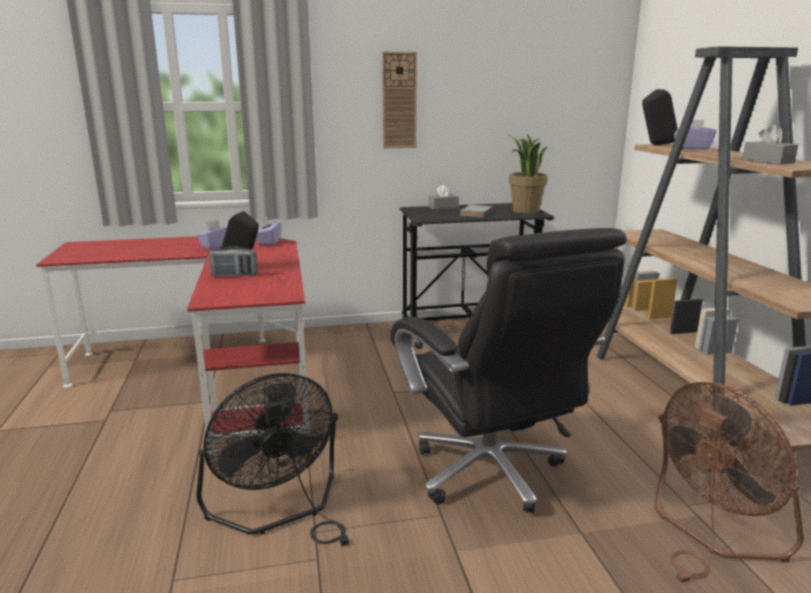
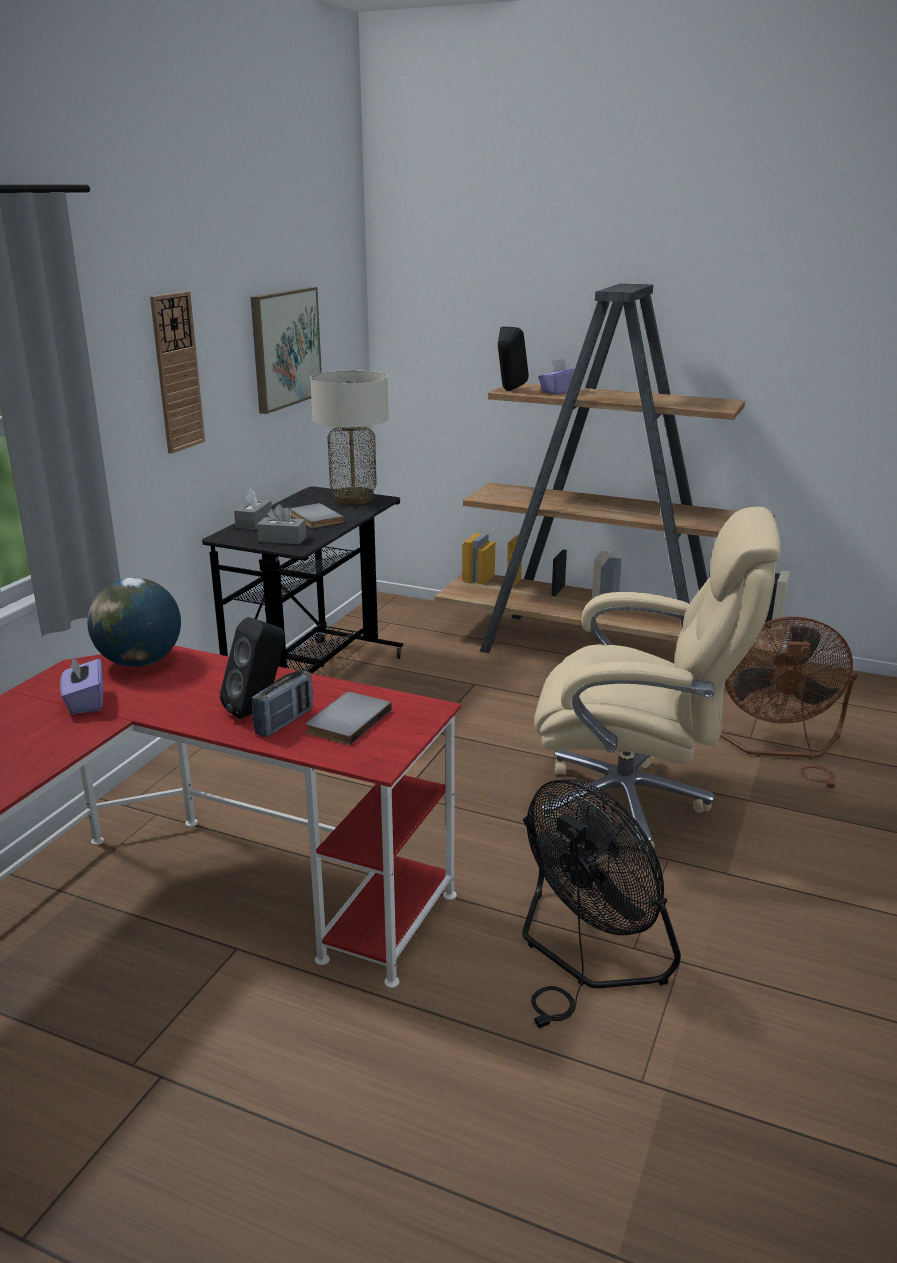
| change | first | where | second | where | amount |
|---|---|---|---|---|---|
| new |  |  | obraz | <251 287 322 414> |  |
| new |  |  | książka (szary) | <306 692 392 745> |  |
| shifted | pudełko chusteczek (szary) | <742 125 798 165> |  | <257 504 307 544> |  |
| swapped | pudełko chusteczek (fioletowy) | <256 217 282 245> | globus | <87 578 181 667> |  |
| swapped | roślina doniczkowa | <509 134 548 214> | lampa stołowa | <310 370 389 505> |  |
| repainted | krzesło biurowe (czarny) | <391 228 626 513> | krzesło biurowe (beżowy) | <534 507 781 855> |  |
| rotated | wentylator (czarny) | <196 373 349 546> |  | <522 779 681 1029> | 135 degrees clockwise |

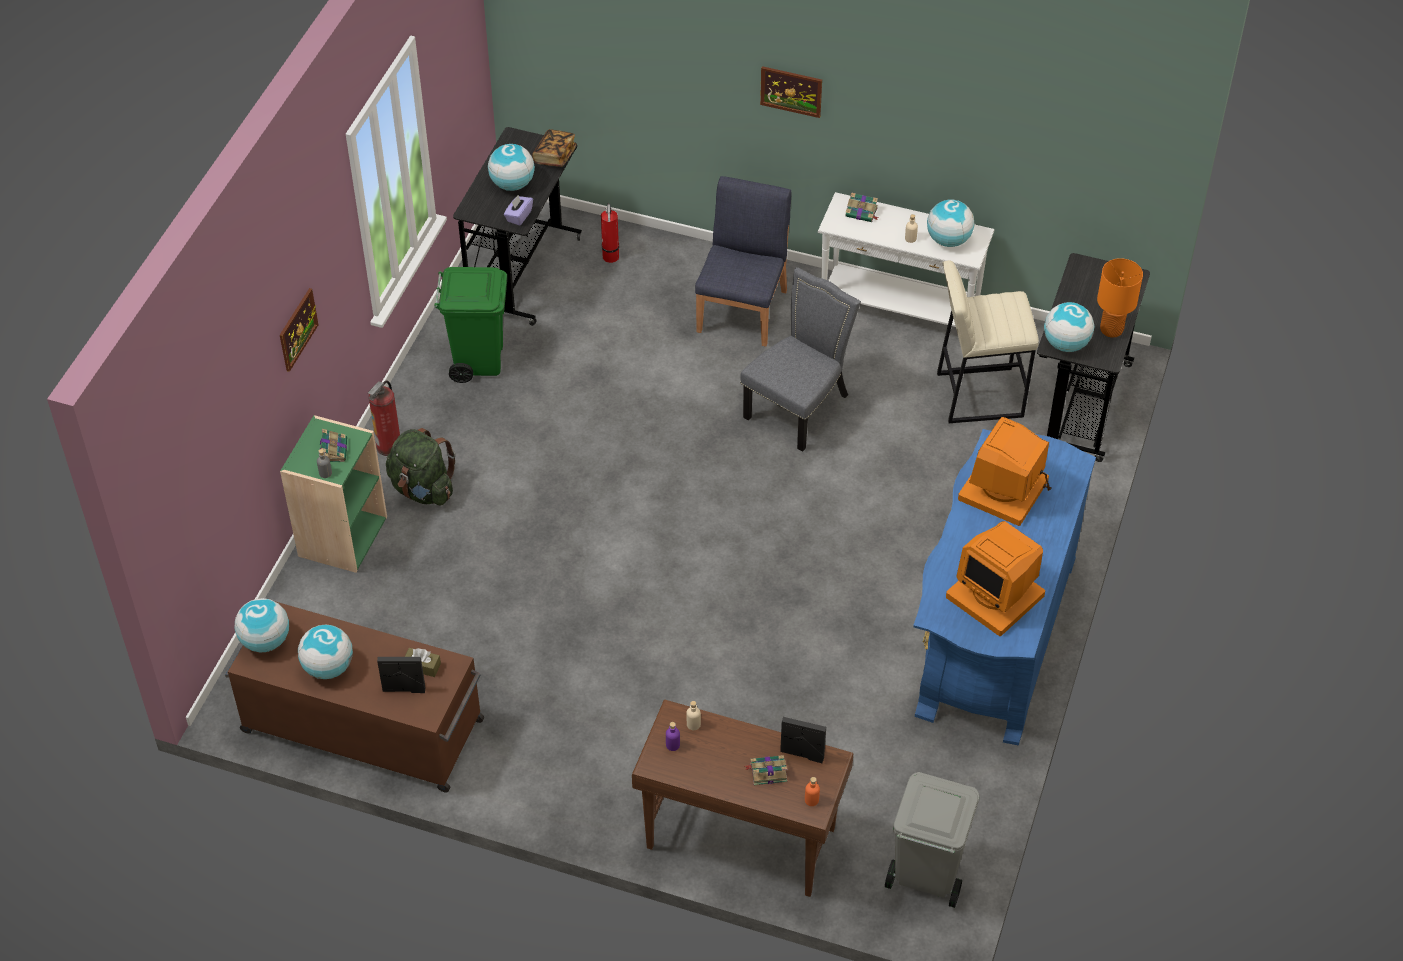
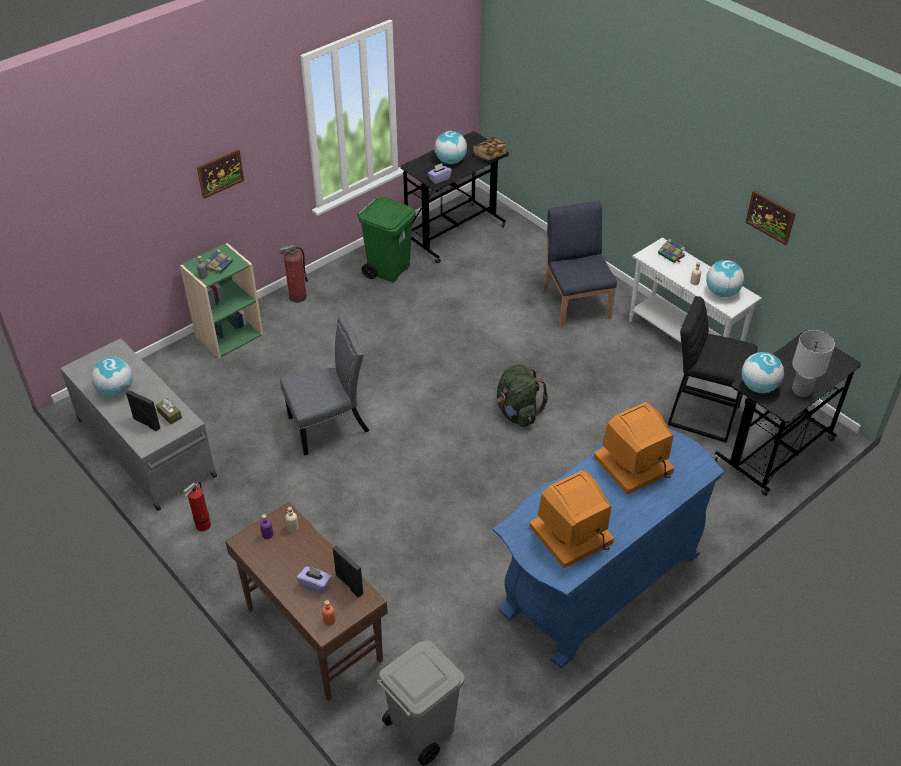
| change | first | where | second | where | amount |
|---|---|---|---|---|---|
| gone | globus | <235 598 289 652> |  |  |  |
| shifted | plecak (zielony) | <386 428 456 506> |  | <497 364 548 427> |  |
| shifted | gaśnica | <601 203 619 263> |  | <183 482 211 531> |  |
| shifted | krzesło (szary) | <740 267 861 452> |  | <280 315 369 456> |  |
| shifted | obraz | <760 66 822 118> |  | <745 190 796 245> |  |
| swapped | książka | <745 755 788 786> | pudełko chusteczek (fioletowy) | <297 566 332 594> |  |
| repainted | szafka (brązowy) | <225 601 484 792> | szafka (szary) | <60 338 217 511> |  |
| repainted | stołek (beżowy) | <937 260 1039 423> | stołek (czarny) | <668 296 758 443> |  |
| repainted | lampa stołowa (pomarańczowy) | <1097 258 1143 338> | lampa stołowa (szary) | <792 330 835 397> |  |
| rotated | krzesło (niebieski) | <695 176 792 347> |  | <543 201 617 327> | 60 degrees counterclockwise |
| rotated | monitor | <946 521 1045 636> |  | <530 470 614 568> | 75 degrees clockwise |

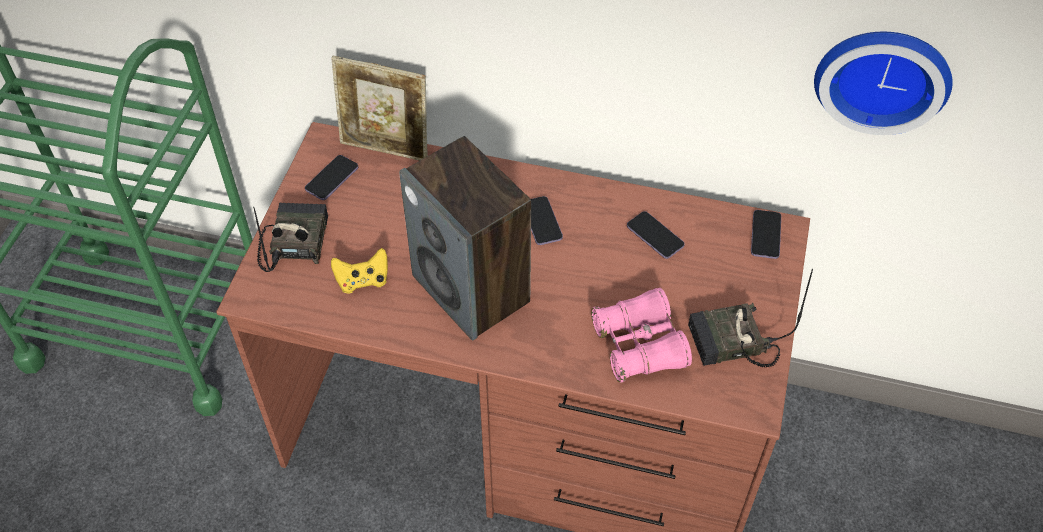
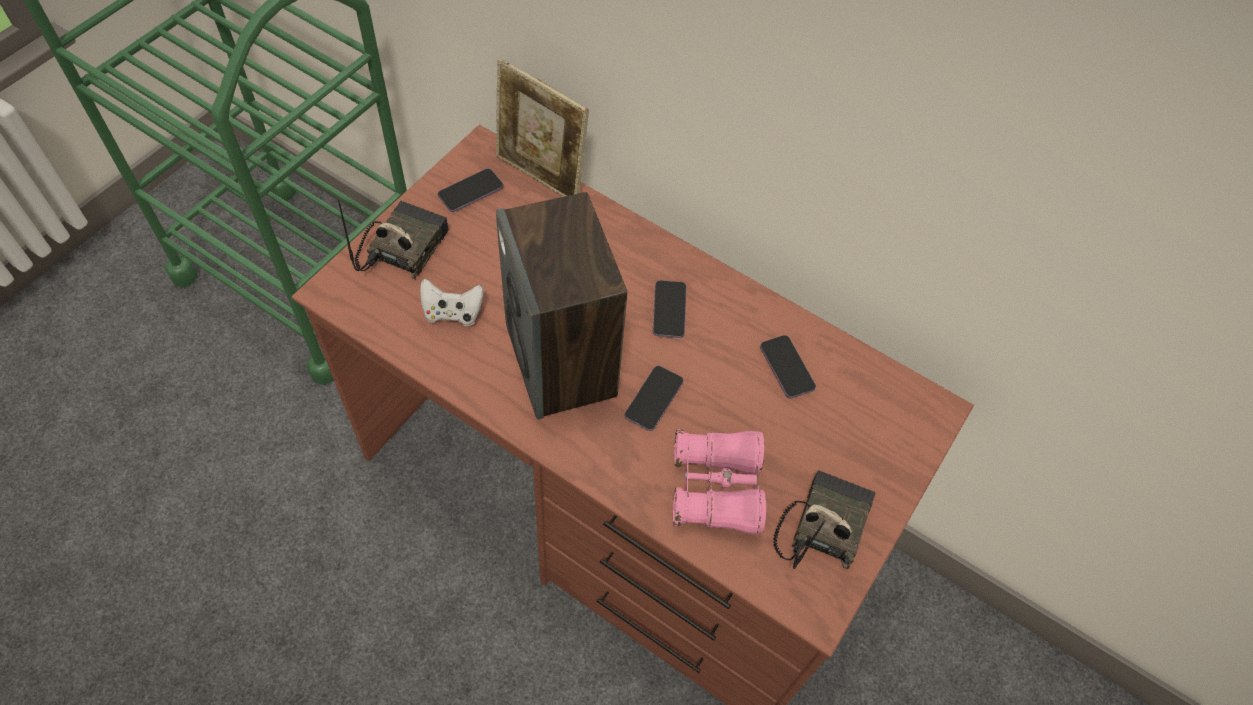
| change | first | where | second | where | amount |
|---|---|---|---|---|---|
| gone | zegar ścienny | <814 32 953 135> |  |  |  |
| shifted | telefon | <751 210 781 259> |  | <624 366 684 431> |  |
| repainted | pad do gier (żółty) | <331 248 388 294> | pad do gier (biały) | <420 279 483 326> |  |
| rotated | radio | <688 269 813 368> |  | <773 470 876 569> | 105 degrees clockwise |

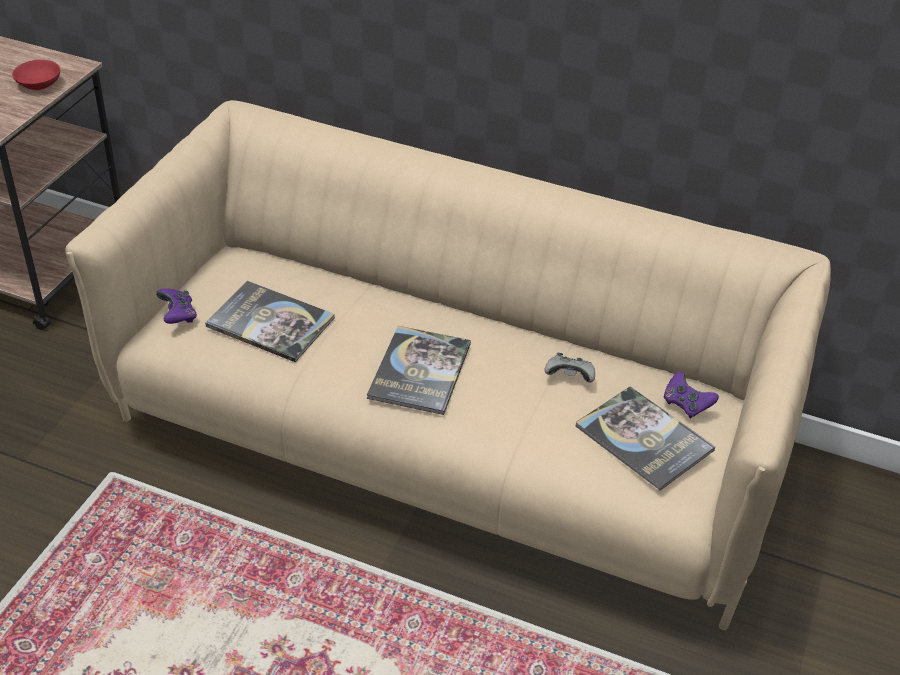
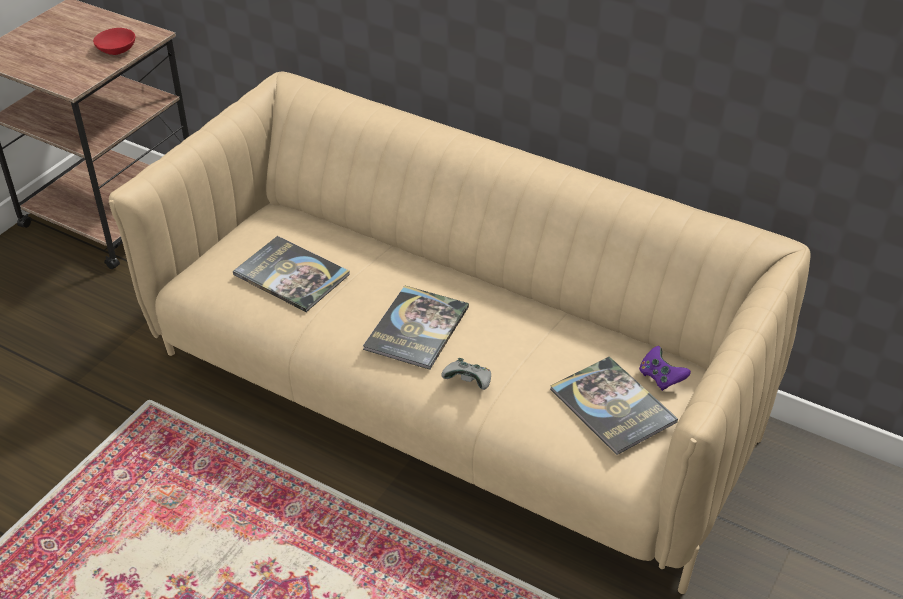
| change | first | where | second | where | amount |
|---|---|---|---|---|---|
| gone | pad do gier (fioletowy) | <156 289 197 324> |  |  |  |
| shifted | pad do gier (szary) | <545 353 595 383> |  | <441 358 491 390> |  |

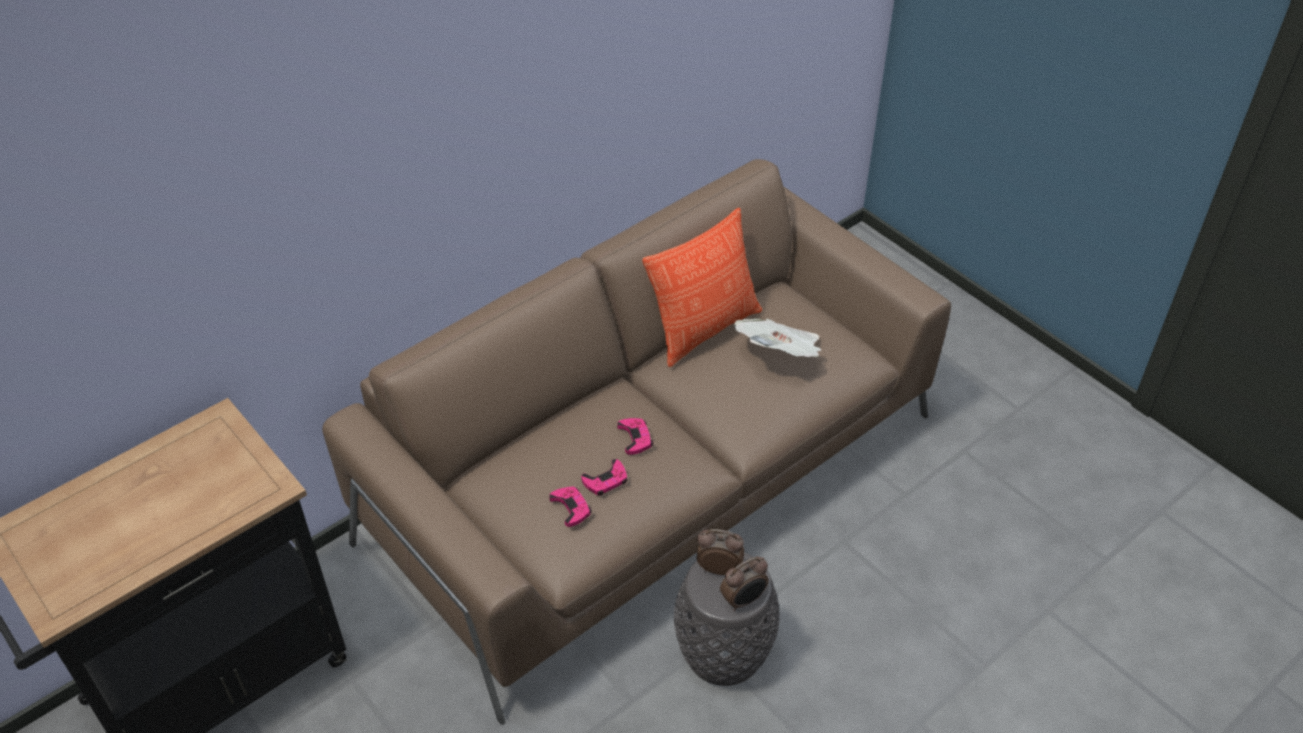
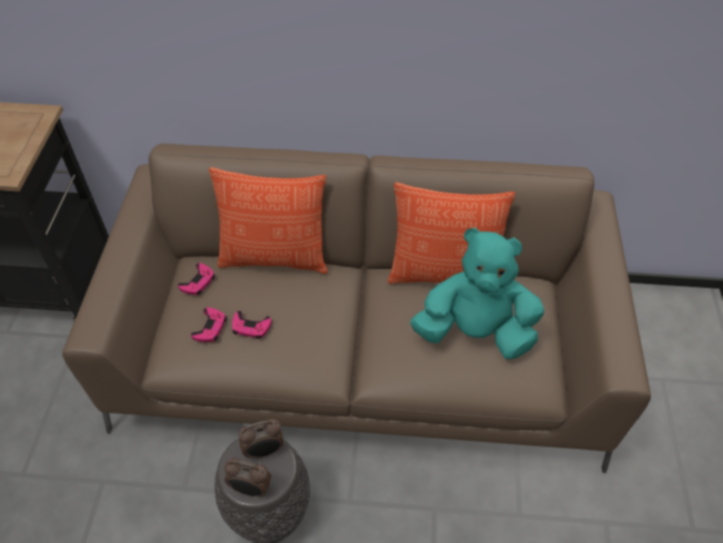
| change | first | where | second | where | amount |
|---|---|---|---|---|---|
| new |  |  | poduszka (pomarańczowy) | <209 167 328 274> |  |
| shifted | pad do gier (różowy) | <617 418 653 455> |  | <178 263 215 295> |  |
| swapped | gazeta | <734 319 821 357> | pluszak (turkusowy) | <410 228 544 359> |  |
| rotated | budzik | <697 529 744 575> |  | <238 419 283 459> | 105 degrees clockwise |

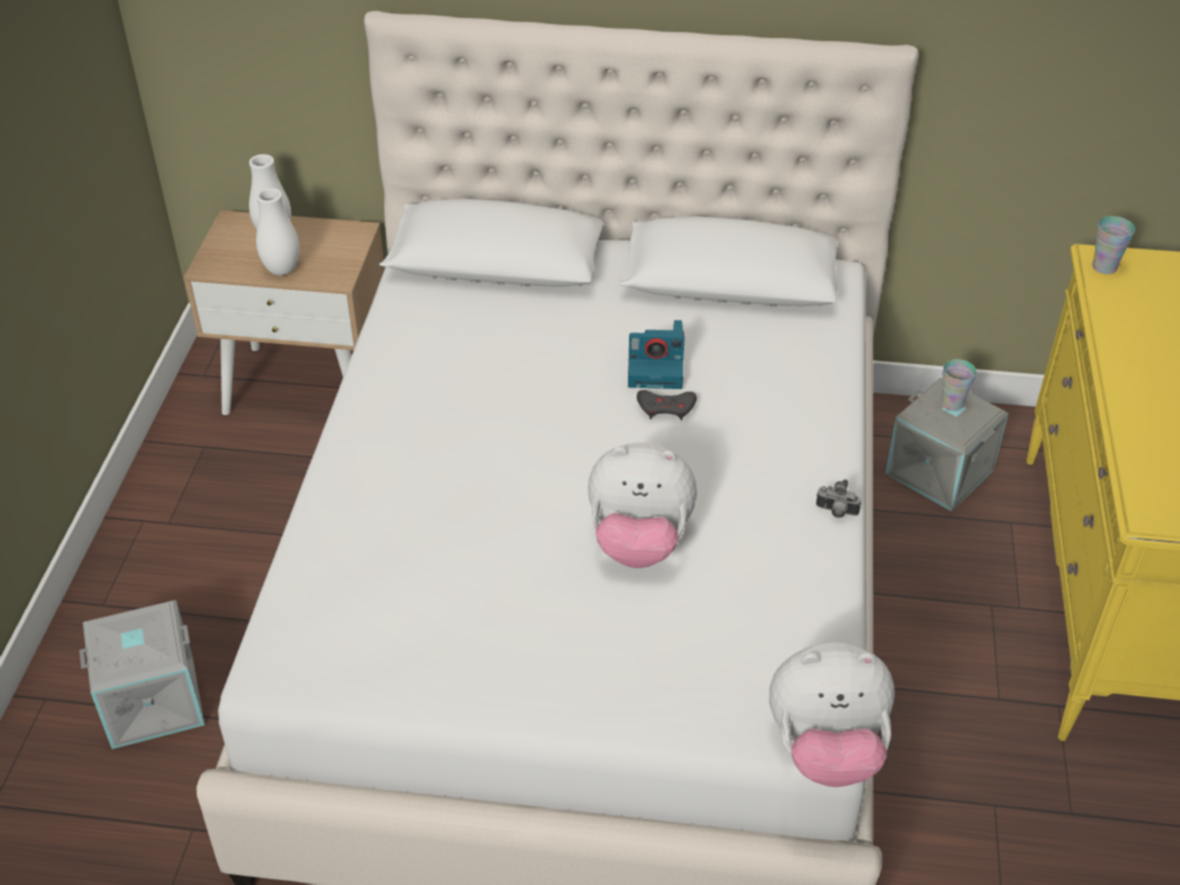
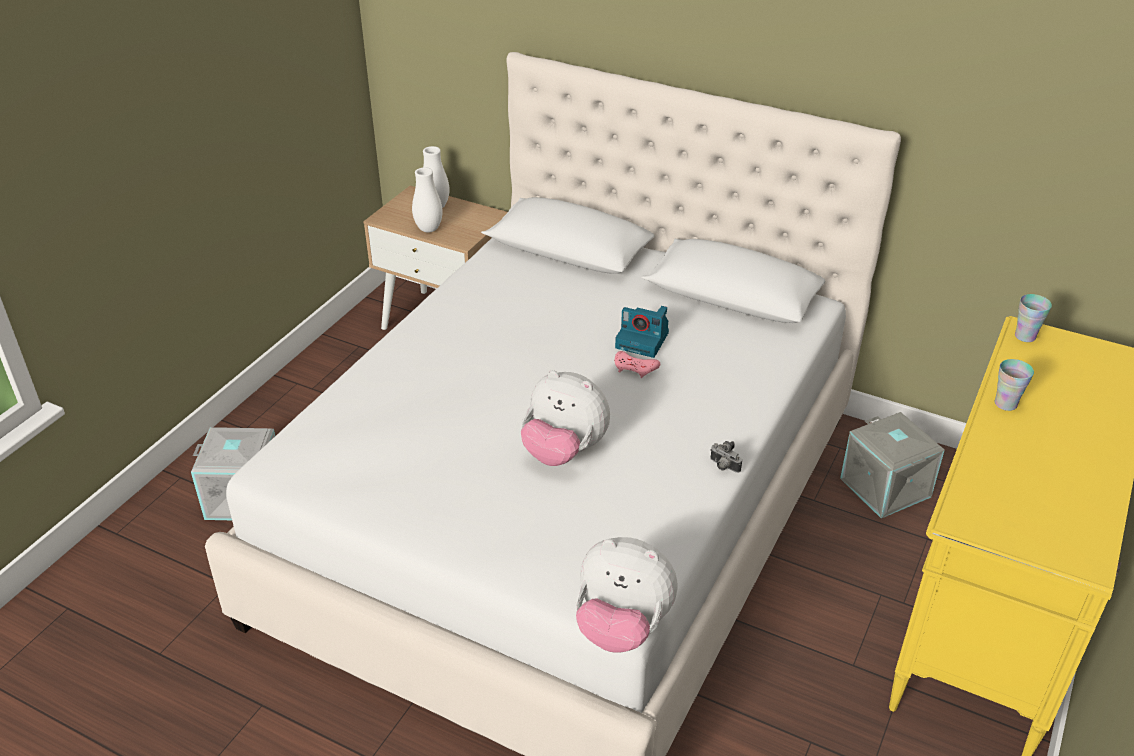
| change | first | where | second | where | amount |
|---|---|---|---|---|---|
| shifted | filiżanka | <941 359 977 411> |  | <995 359 1034 411> |  |
| repainted | pad do gier (szary) | <637 390 697 420> | pad do gier (różowy) | <615 351 660 378> |  |

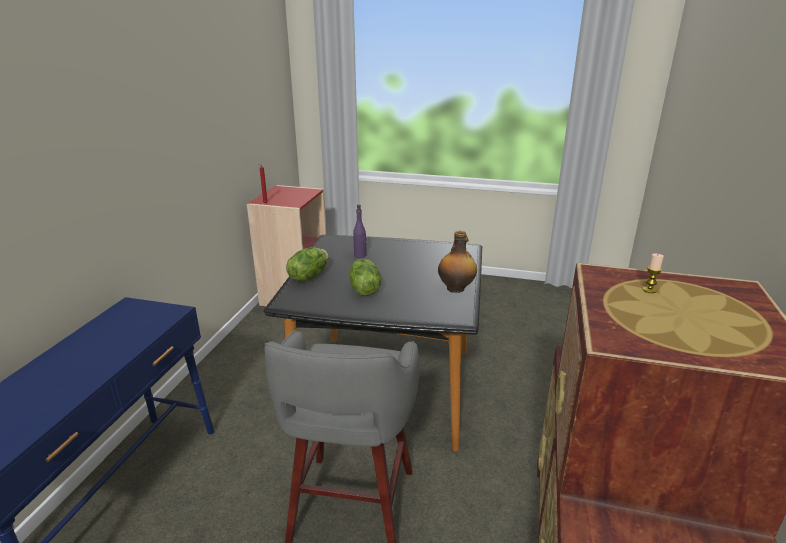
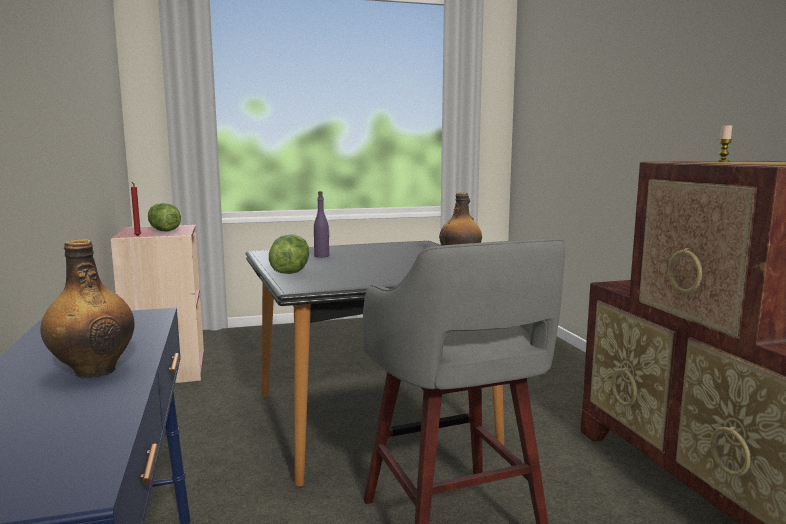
| change | first | where | second | where | amount |
|---|---|---|---|---|---|
| new |  |  | butelka | <40 239 135 378> |  |
| shifted | sałata | <350 259 381 296> |  | <148 203 181 232> |  |

